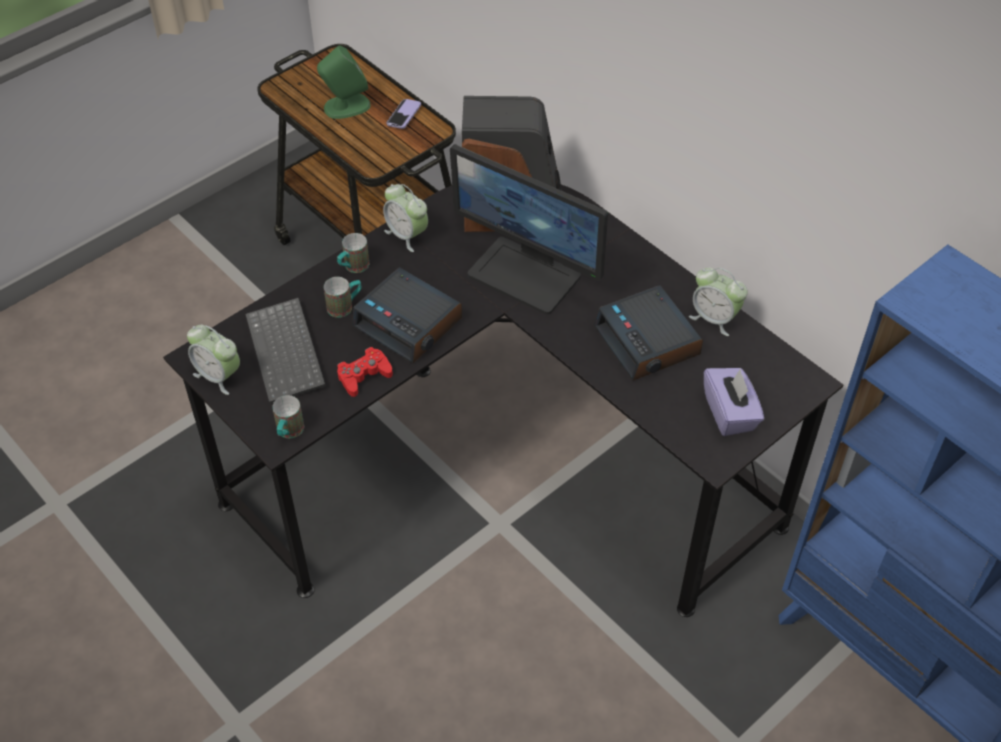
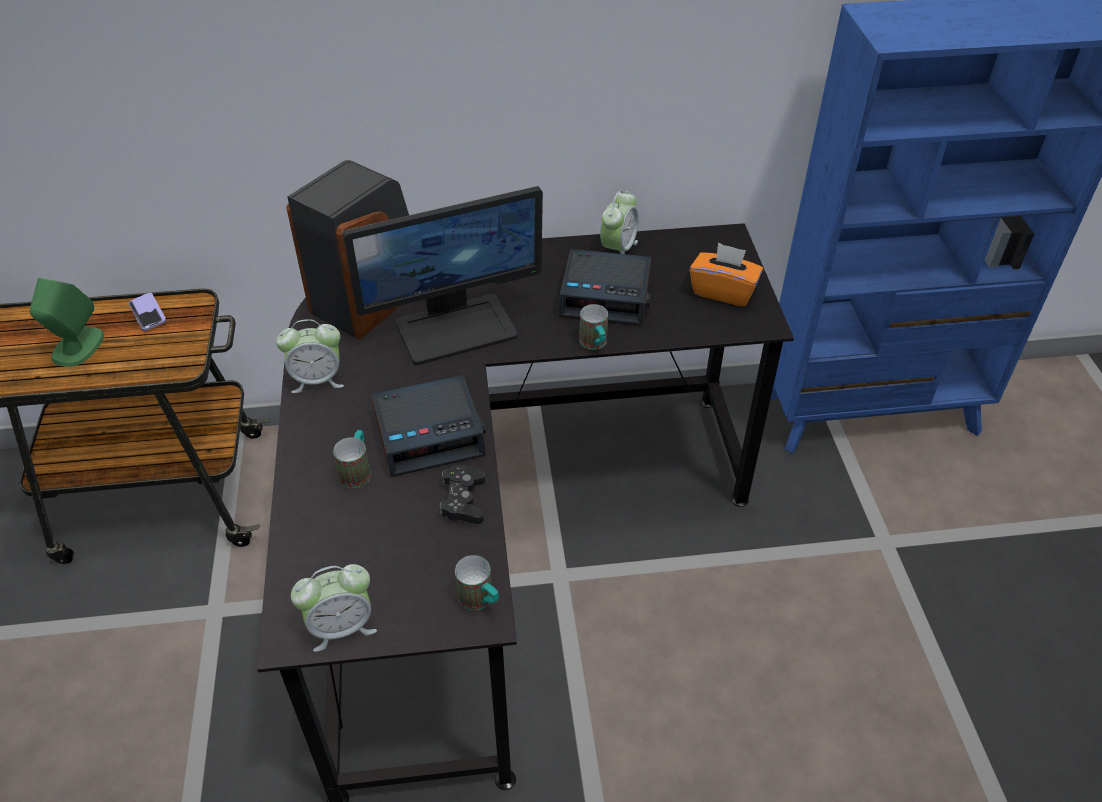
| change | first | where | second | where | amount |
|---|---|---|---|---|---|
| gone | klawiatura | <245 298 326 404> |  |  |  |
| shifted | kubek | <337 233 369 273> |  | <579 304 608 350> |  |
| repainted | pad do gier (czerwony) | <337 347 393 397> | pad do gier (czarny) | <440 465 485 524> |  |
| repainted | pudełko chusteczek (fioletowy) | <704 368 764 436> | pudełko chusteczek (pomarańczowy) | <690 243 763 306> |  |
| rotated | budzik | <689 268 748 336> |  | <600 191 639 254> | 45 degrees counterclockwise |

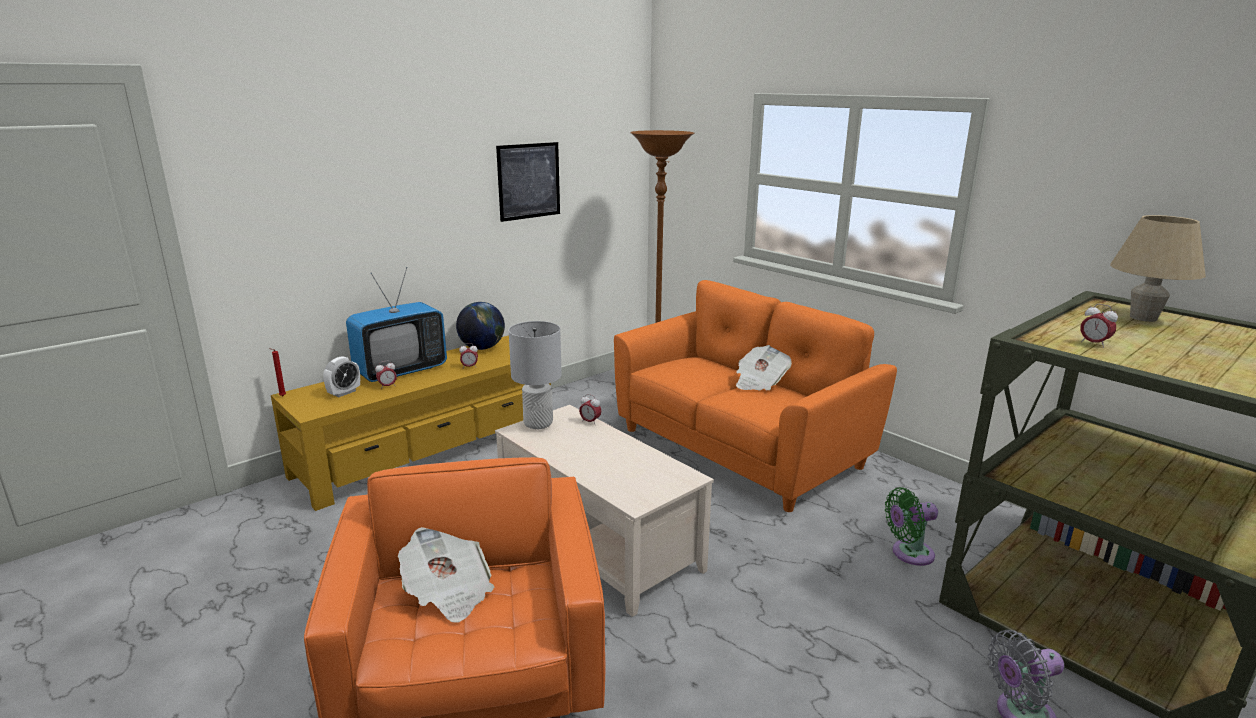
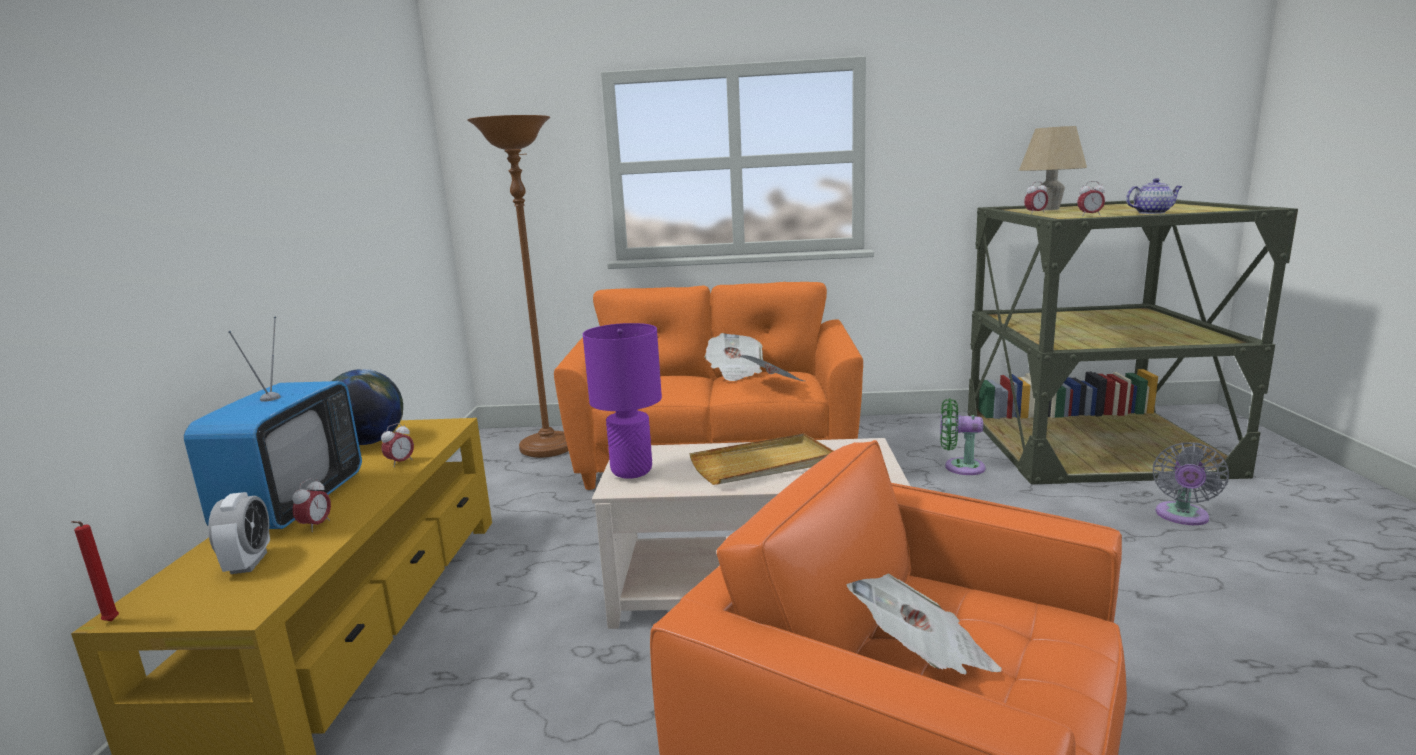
| change | first | where | second | where | amount |
|---|---|---|---|---|---|
| gone | obraz | <496 142 560 222> |  |  |  |
| new |  |  | taca (beżowy) | <689 433 833 485> |  |
| new |  |  | gazeta | <739 355 804 381> |  |
| new |  |  | imbryk | <1126 178 1183 214> |  |
| shifted | budzik | <579 394 601 424> |  | <1024 182 1048 214> |  |
| repainted | lampa stołowa (szary) | <509 321 562 430> | lampa stołowa (fioletowy) | <583 323 662 479> |  |
| rotated | wentylator (zielony) | <885 487 938 566> |  | <940 398 986 475> | 75 degrees clockwise |

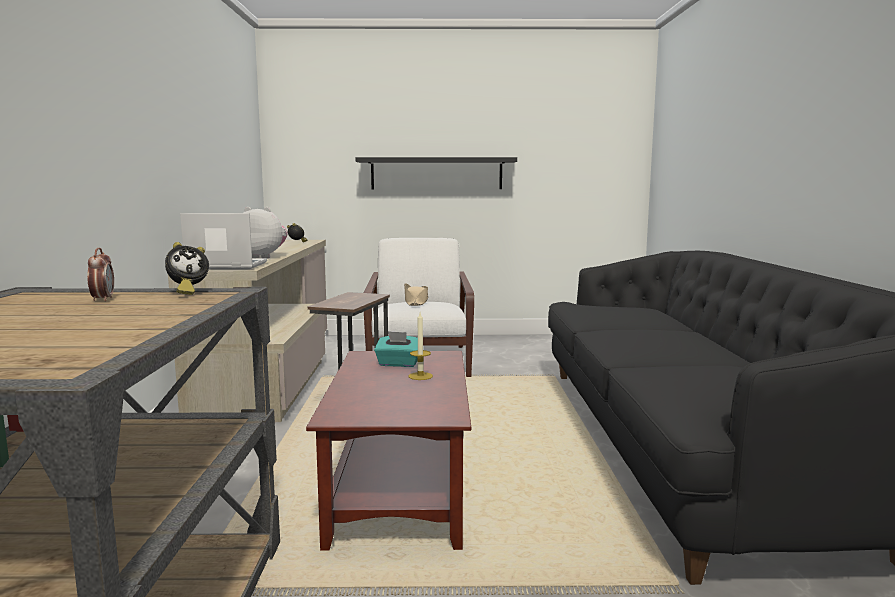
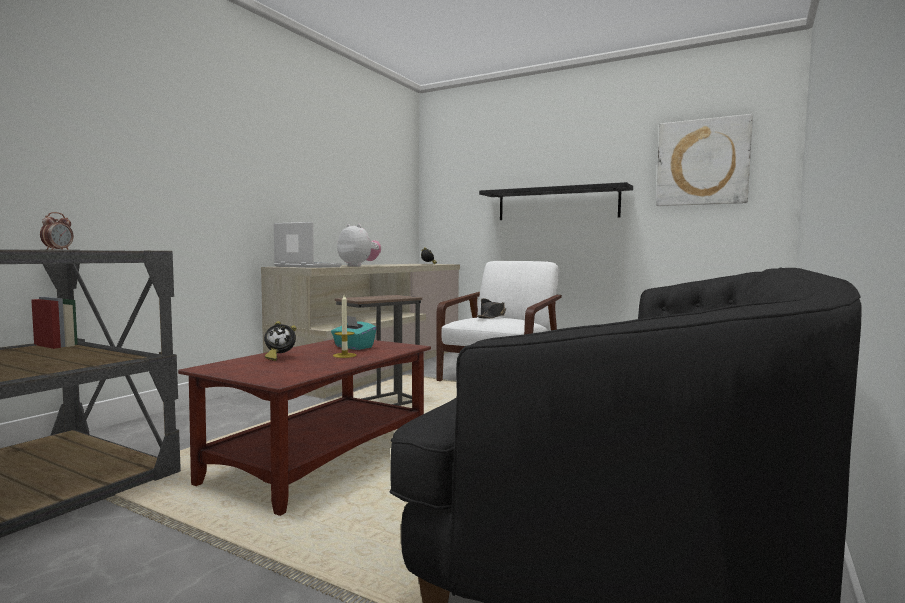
| change | first | where | second | where | amount |
|---|---|---|---|---|---|
| new |  |  | obraz | <656 114 753 206> |  |
| shifted | budzik | <165 242 209 295> |  | <264 321 296 361> |  |
| repainted | kapelusz (beżowy) | <404 283 428 306> | kapelusz (czarny) | <477 298 506 319> |  |

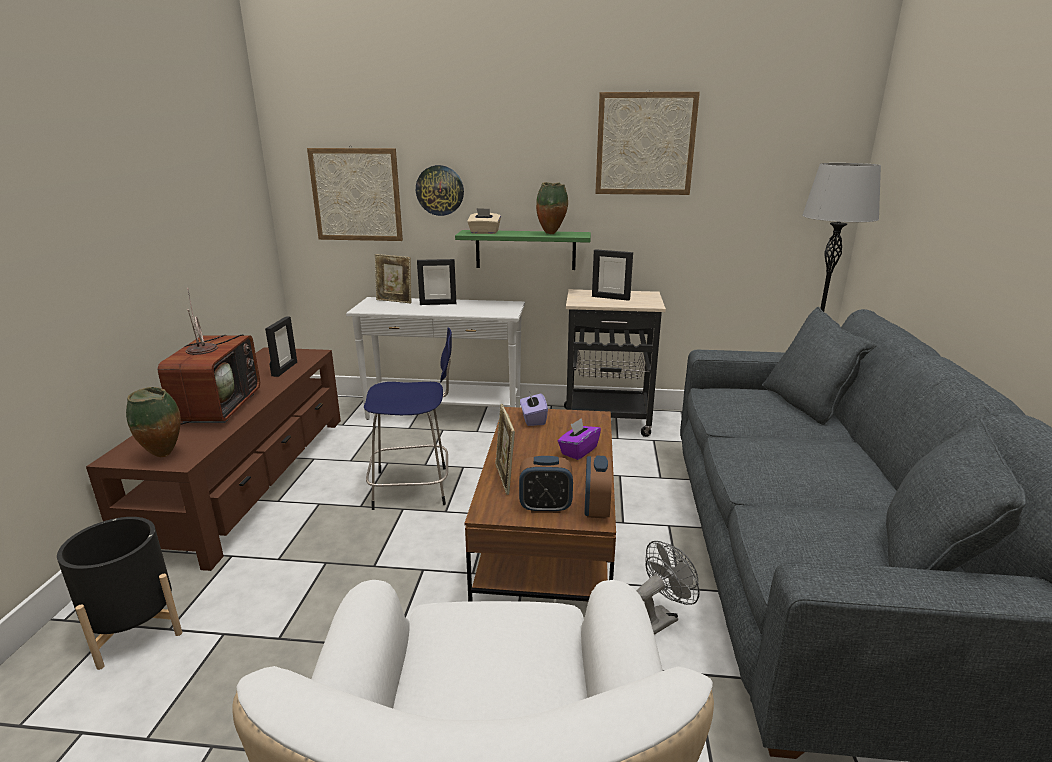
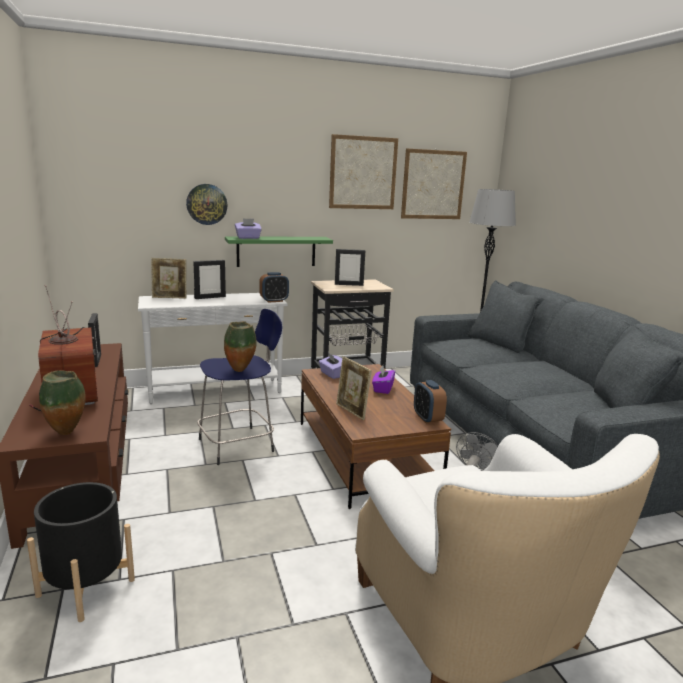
| change | first | where | second | where | amount |
|---|---|---|---|---|---|
| shifted | obraz | <307 146 403 241> |  | <401 148 467 219> |  |
| shifted | budzik | <519 456 573 513> |  | <259 272 289 303> |  |
| shifted | wazon | <536 182 568 234> |  | <224 321 257 372> |  |
| repainted | pudełko chusteczek (beżowy) | <467 208 501 234> | pudełko chusteczek (fioletowy) | <235 218 262 239> |  |

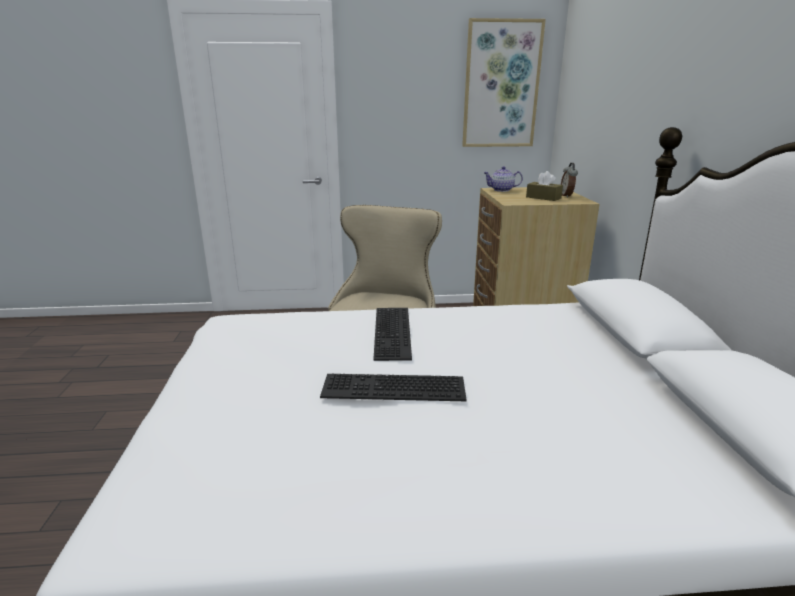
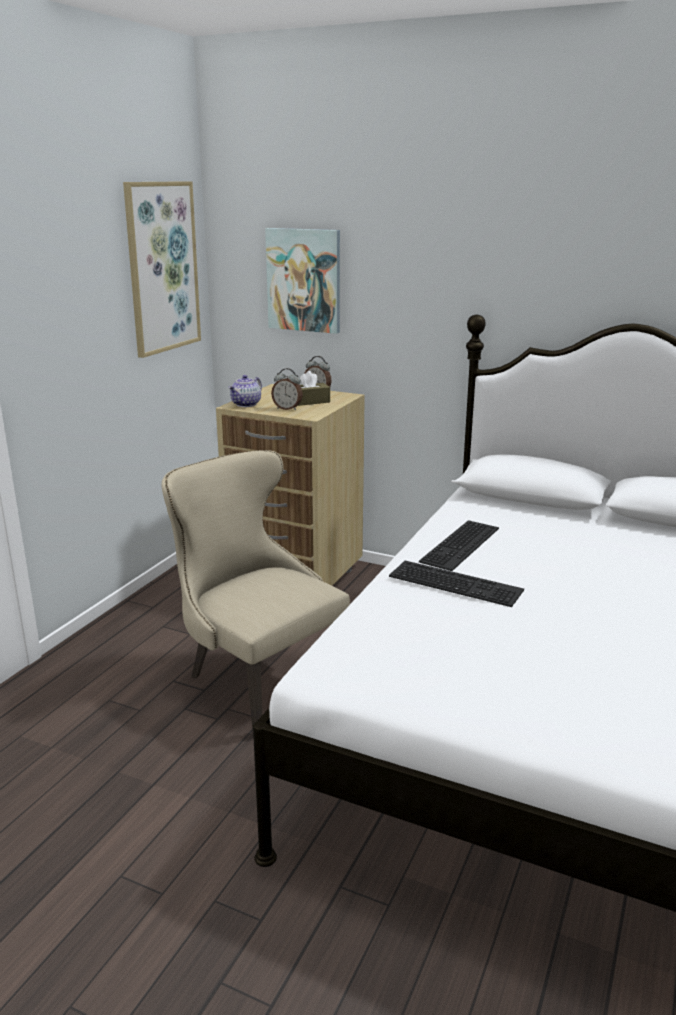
| change | first | where | second | where | amount |
|---|---|---|---|---|---|
| new |  |  | obraz | <265 228 340 334> |  |
| new |  |  | budzik | <271 368 303 410> |  |
| shifted | klawiatura | <320 374 467 401> |  | <419 520 499 571> |  |

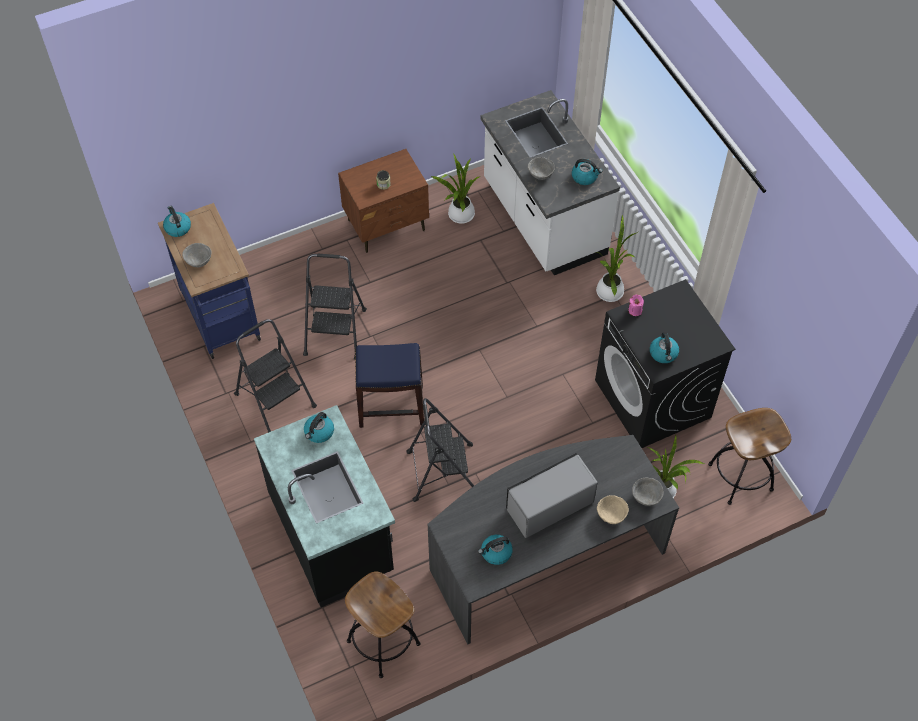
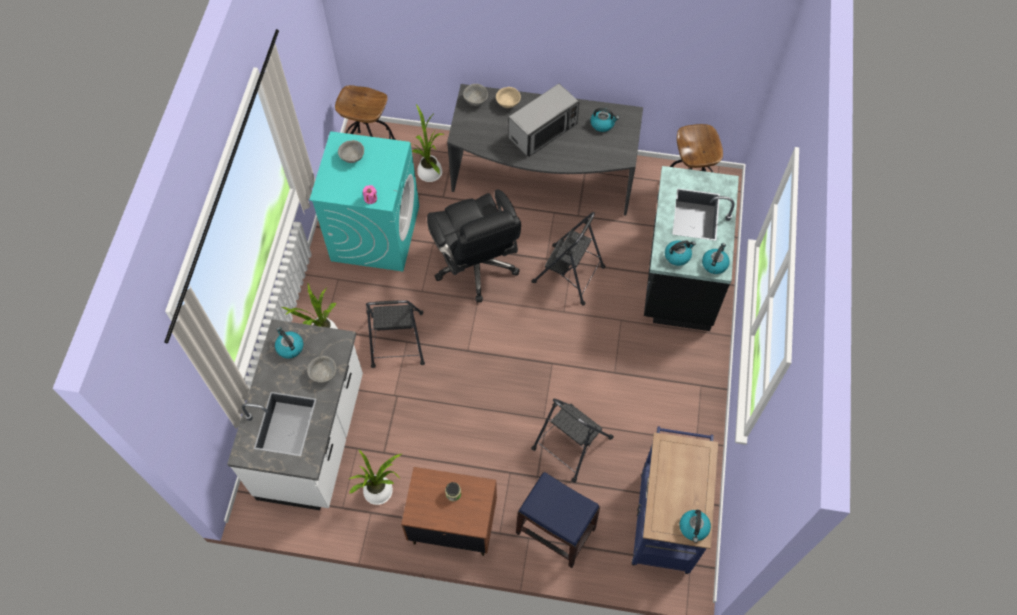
| change | first | where | second | where | amount |
|---|---|---|---|---|---|
| new |  |  | krzesło biurowe (czarny) | <427 189 521 303> |  |
| shifted | miska (szary) | <182 243 211 267> |  | <338 140 364 163> |  |
| shifted | drabinka (czarny) | <234 319 317 433> |  | <366 300 425 368> |  |
| shifted | stołek | <355 343 424 428> |  | <516 472 600 568> |  |
| shifted | czajnik | <650 332 679 363> |  | <702 243 730 274> |  |
| repainted | pralka (czarny) | <595 279 735 448> | pralka (turkusowy) | <309 131 419 272> |  |
| rotated | mikrofalówka | <506 453 598 538> |  | <509 84 579 157> | 45 degrees counterclockwise |

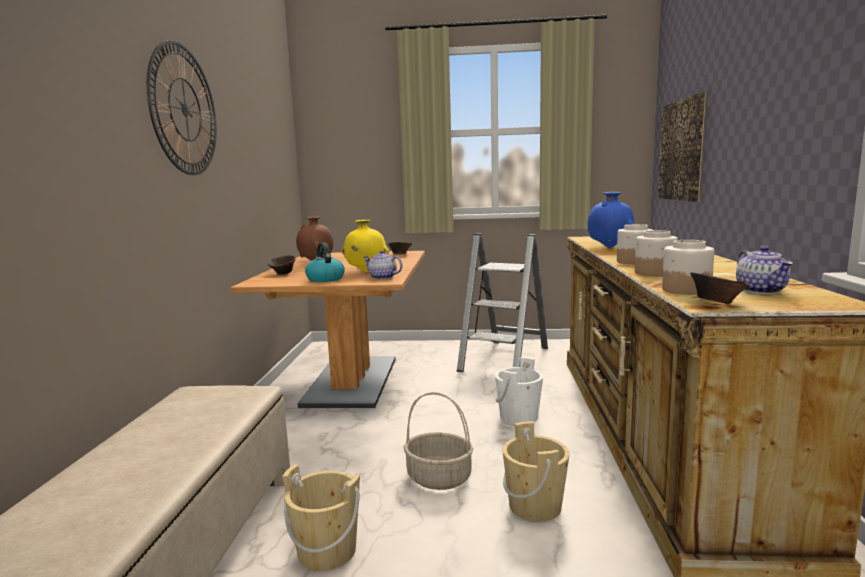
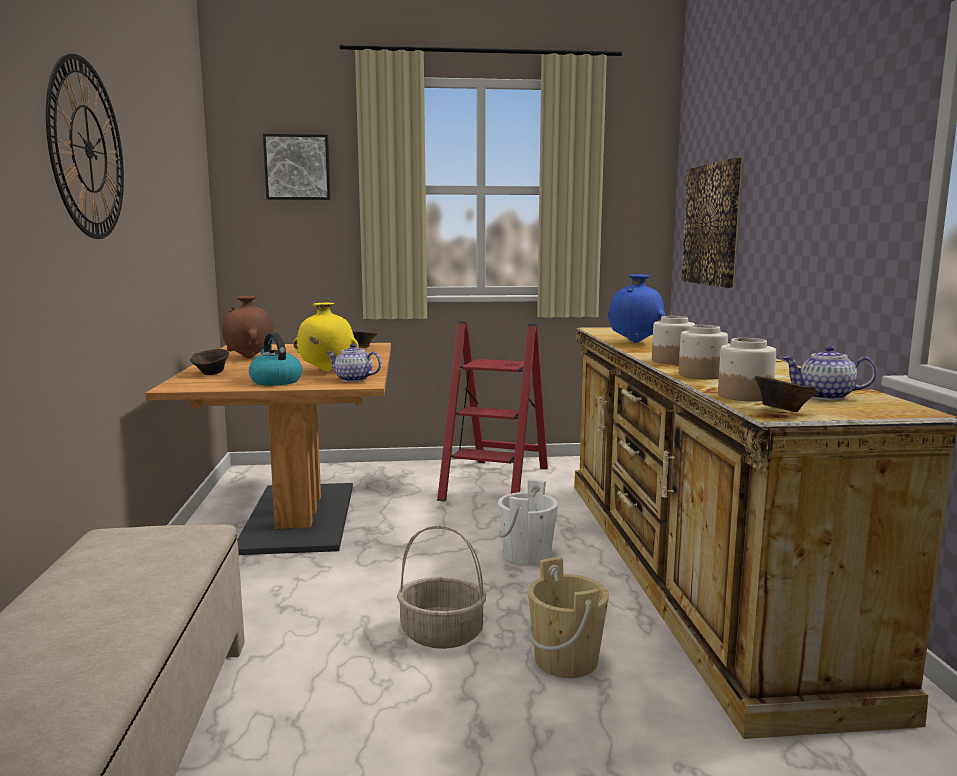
| change | first | where | second | where | amount |
|---|---|---|---|---|---|
| gone | wiadro (beżowy) | <282 464 360 571> |  |  |  |
| new |  |  | obraz | <263 134 331 200> |  |
| repainted | drabinka (szary) | <456 233 548 372> | drabinka (czerwony) | <437 321 548 502> |  |
| rotated | imbryk | <736 246 793 294> |  | <782 346 877 400> | 120 degrees clockwise |

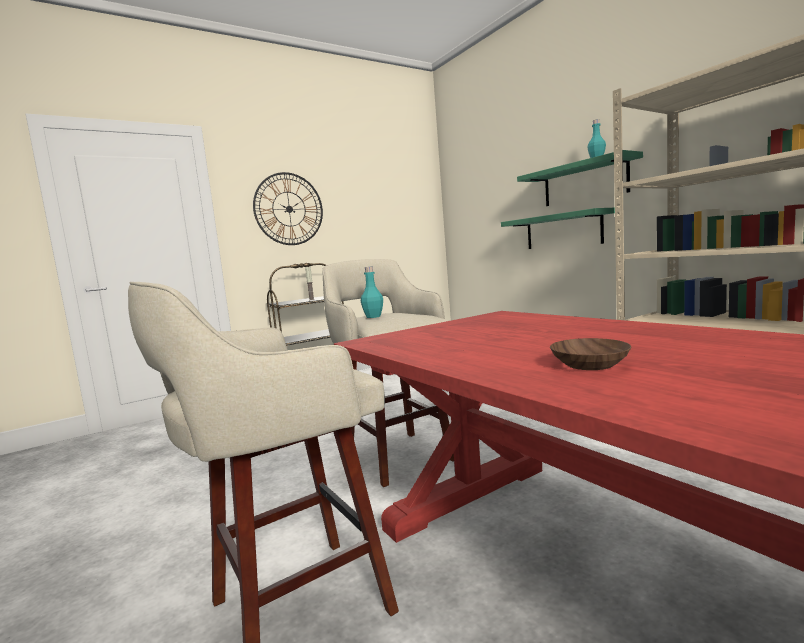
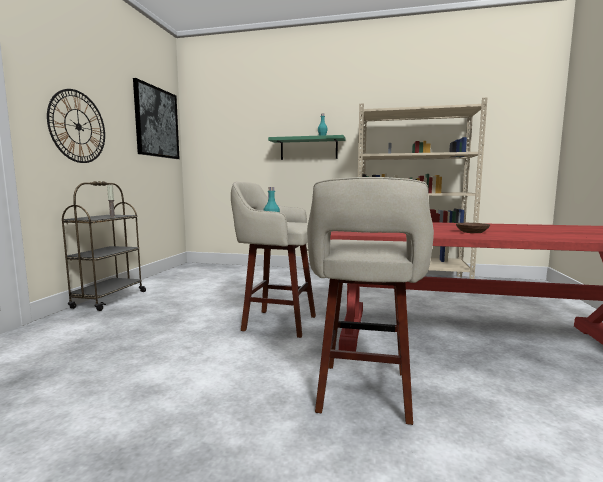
| change | first | where | second | where | amount |
|---|---|---|---|---|---|
| gone | półka (zielony) | <501 208 615 249> |  |  |  |
| new |  |  | obraz | <133 78 179 159> |  |

